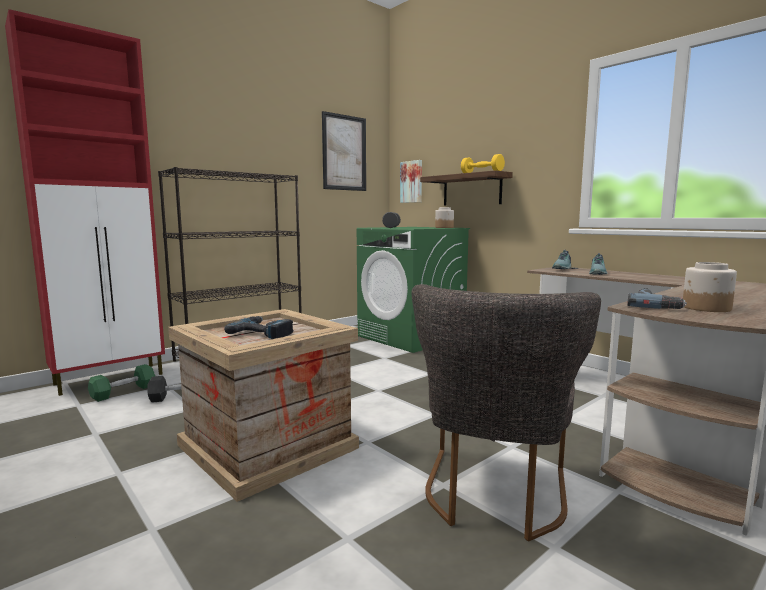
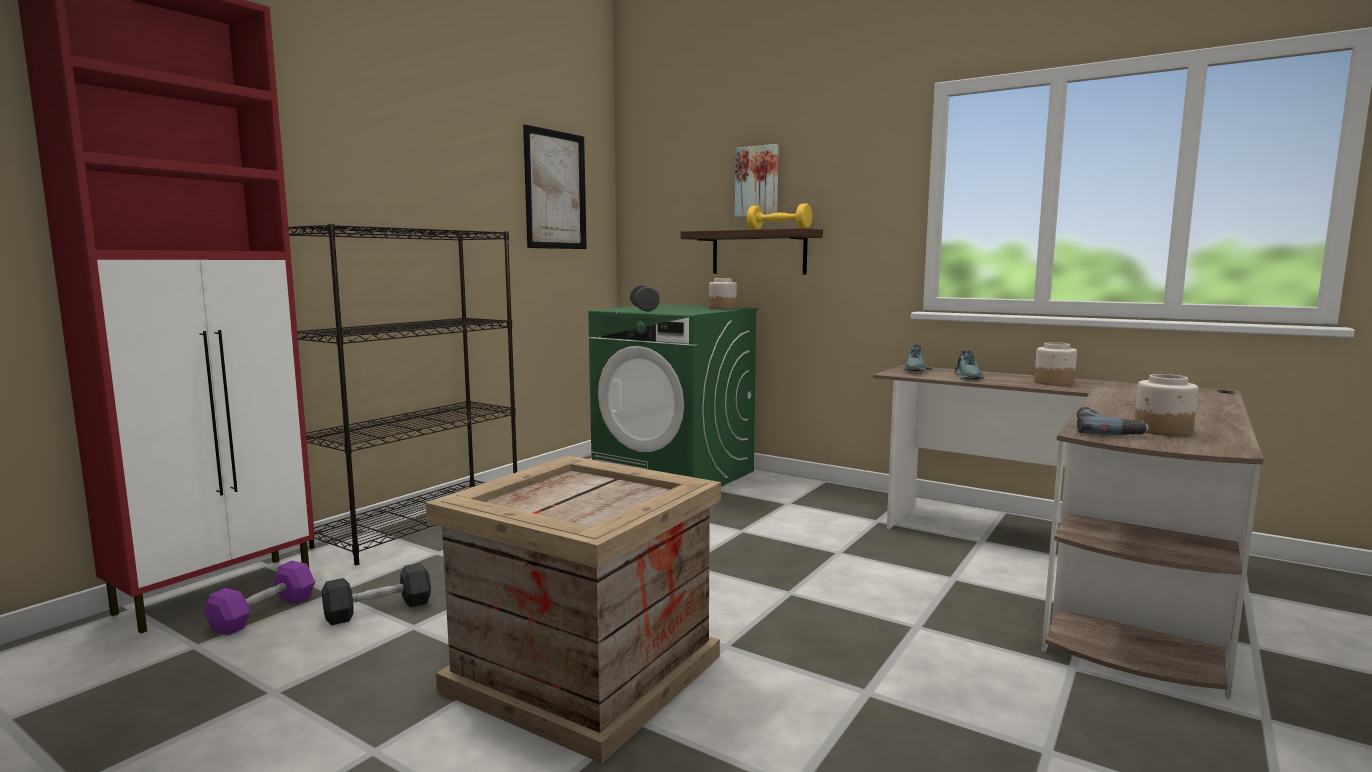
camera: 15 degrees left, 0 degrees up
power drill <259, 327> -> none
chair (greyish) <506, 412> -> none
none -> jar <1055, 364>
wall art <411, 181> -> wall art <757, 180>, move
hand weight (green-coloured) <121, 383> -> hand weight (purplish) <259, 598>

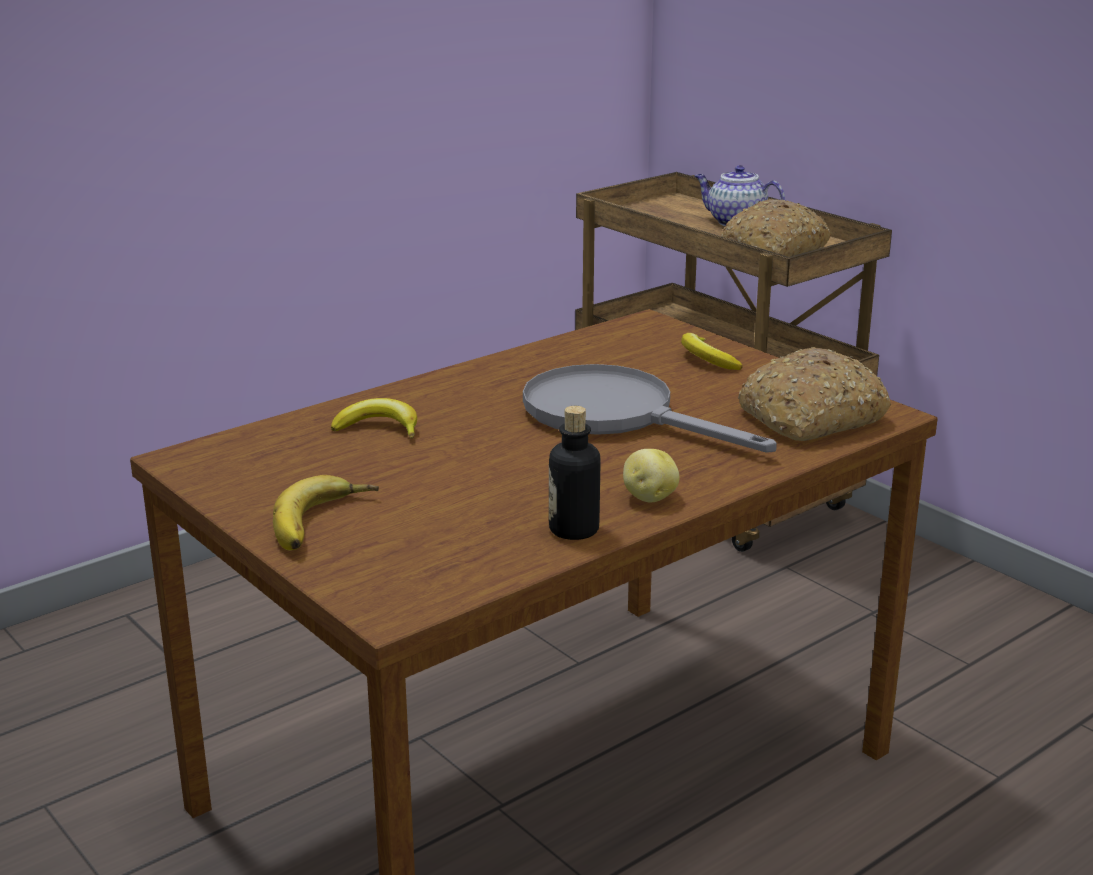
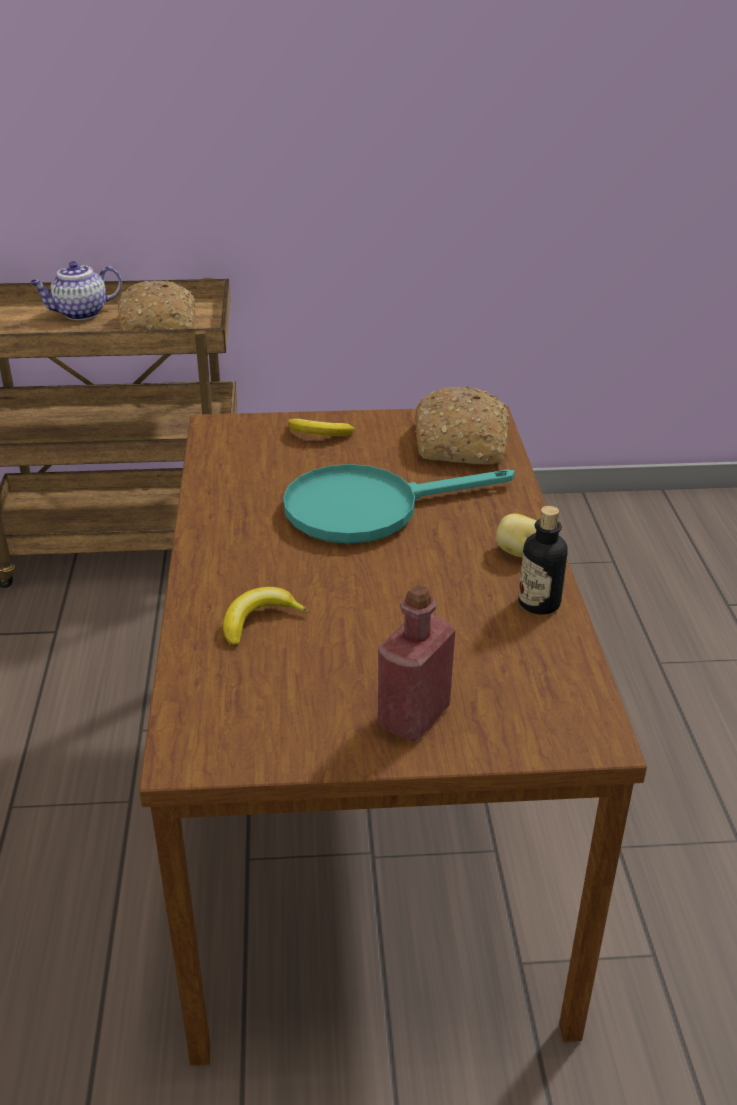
camera: 55 degrees left, 10 degrees up
banana fruit <326, 513> -> bottle (red-coloured) <416, 663>
frying pan (greyish) <650, 408> -> frying pan (turquoise) <399, 504>

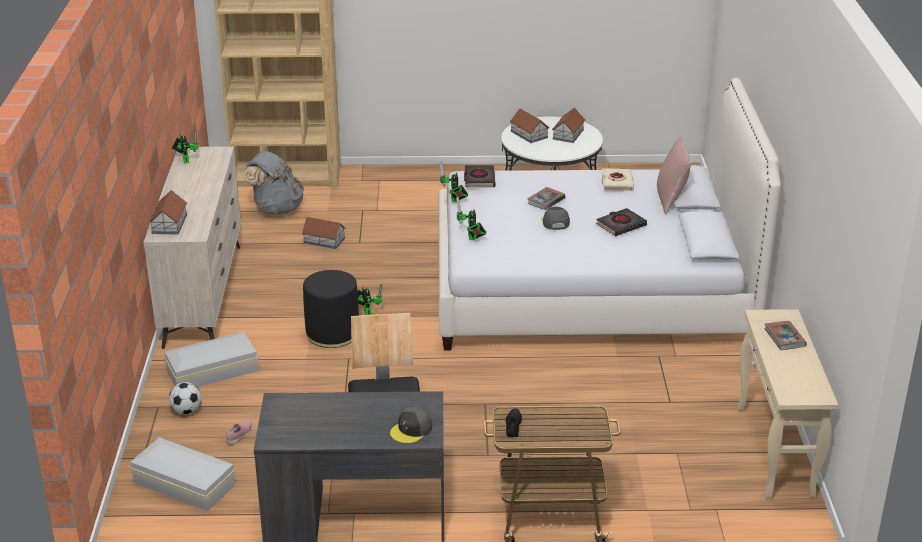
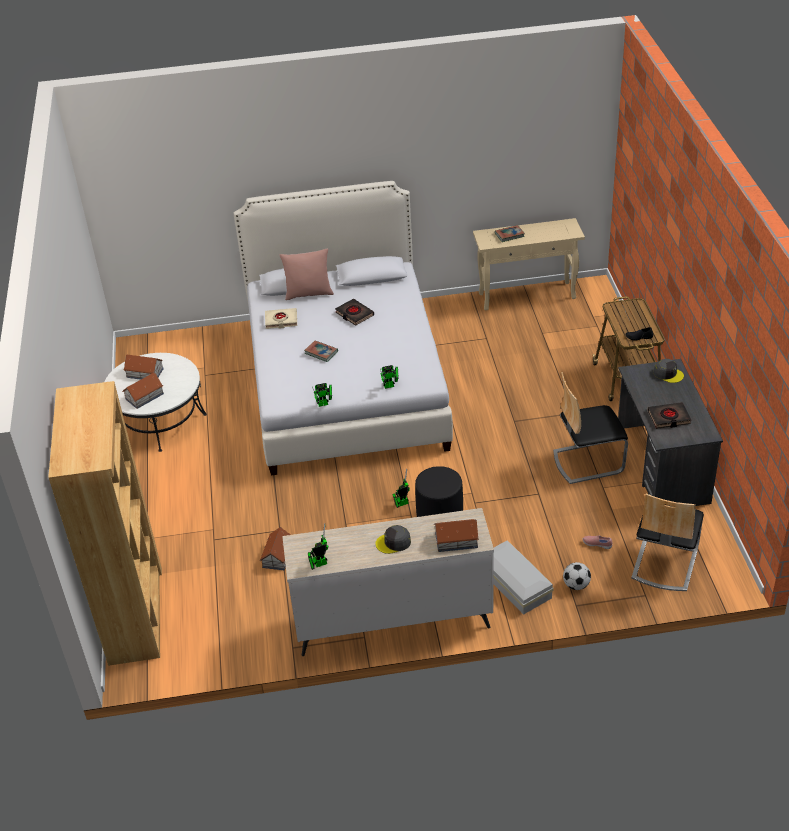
camera: 95 degrees left, 10 degrees up
backpack (greyish) <273, 182> -> none
book (blackish) <480, 176> -> book (blackish) <669, 415>, move
baseball cap (greyish) <556, 218> -> baseball cap (greyish) <393, 539>, move
storage container (white-coloured) <182, 474> -> chair <667, 542>

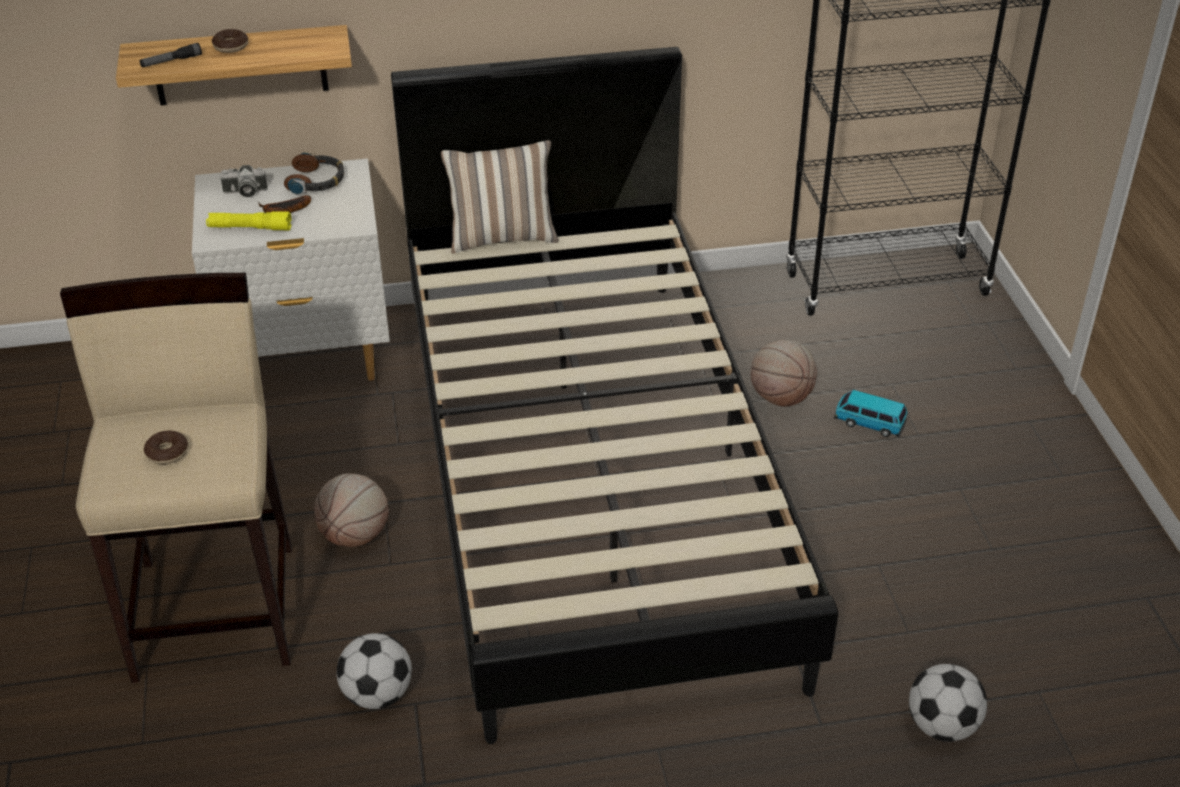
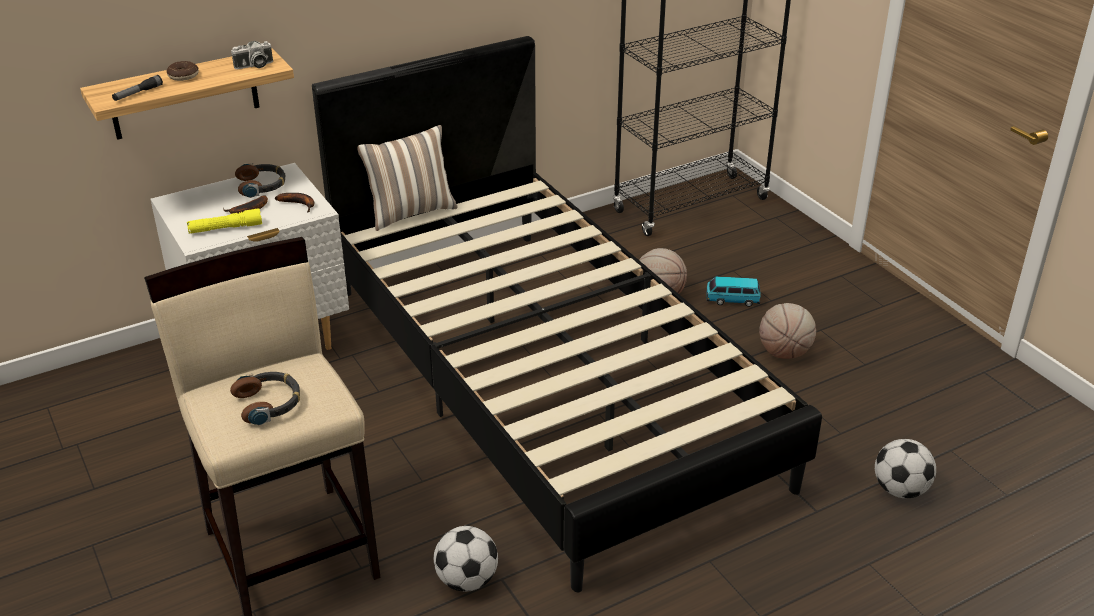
camera: 20 degrees left, 5 degrees down
none -> banana fruit <294, 203>
photo camera <243, 181> -> photo camera <252, 55>, move
basketball <351, 510> -> basketball <787, 331>, move
donut <166, 447> -> headphones <265, 399>

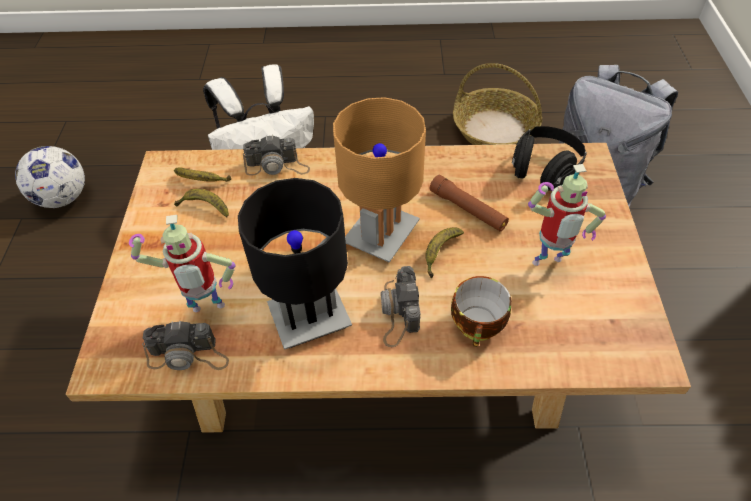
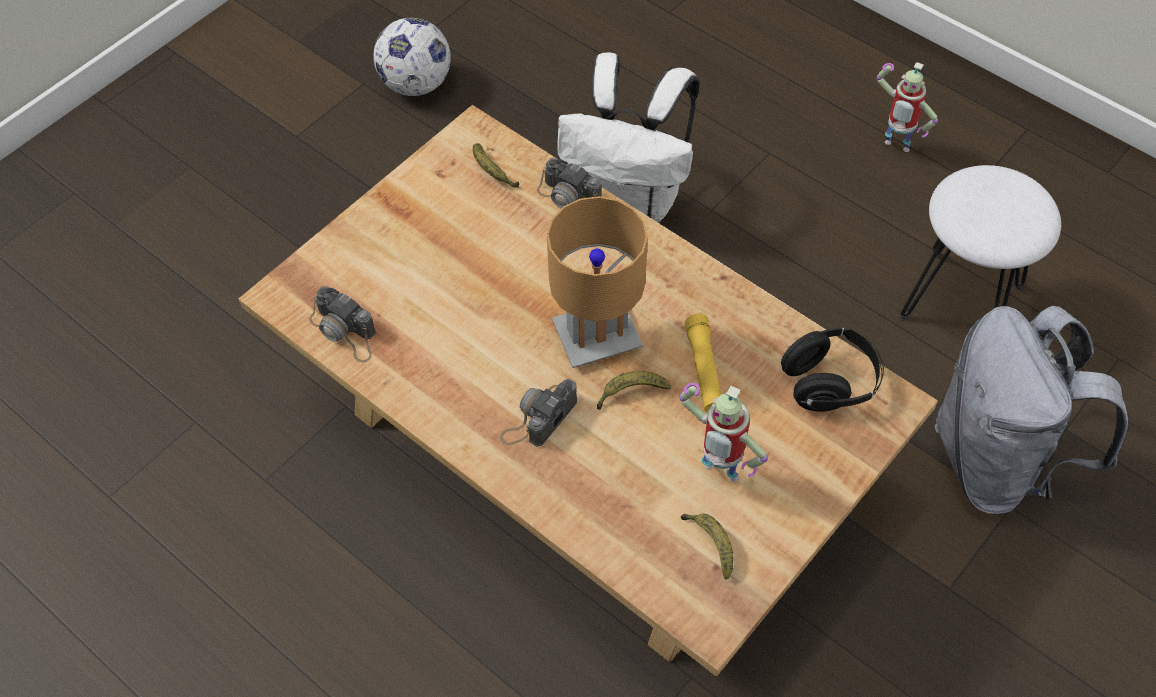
camera: 40 degrees right, 5 degrees up
lamp for a table (blackish) <295, 264> -> none
cup <481, 311> -> none
toy robot <182, 263> -> toy robot <907, 107>, move
banana fruit <201, 203> -> banana fruit <707, 546>, move
basket <497, 104> -> stool (white-coloured) <980, 243>
hand torch (brownish) <469, 203> -> hand torch (yellow-coloured) <703, 363>

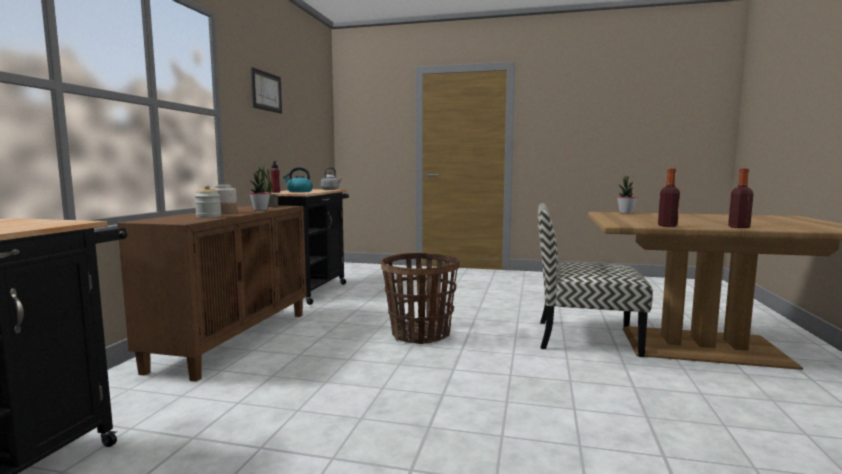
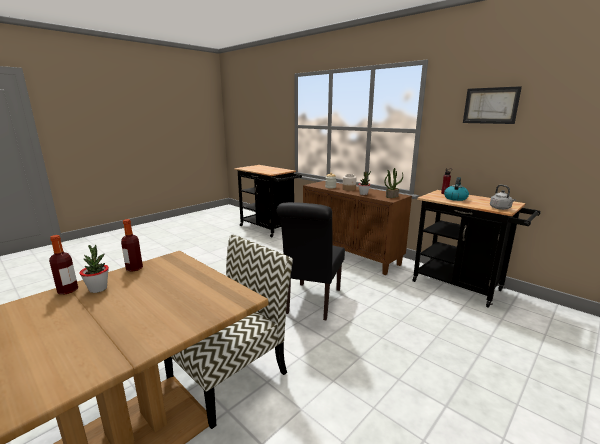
camera: 120 degrees right, 10 degrees up
houseplant <627, 195> -> houseplant <94, 269>, move
basket <420, 298> -> chair (blackish) <311, 261>

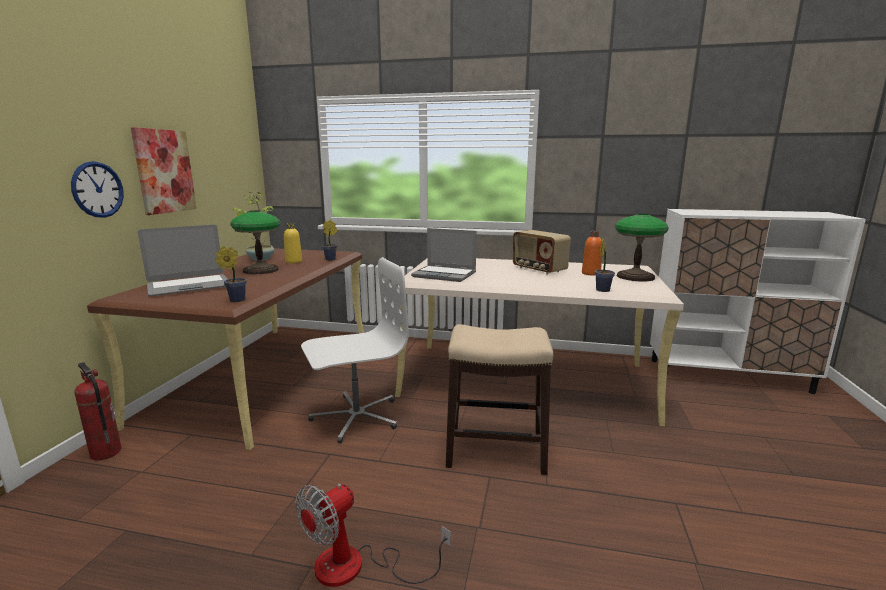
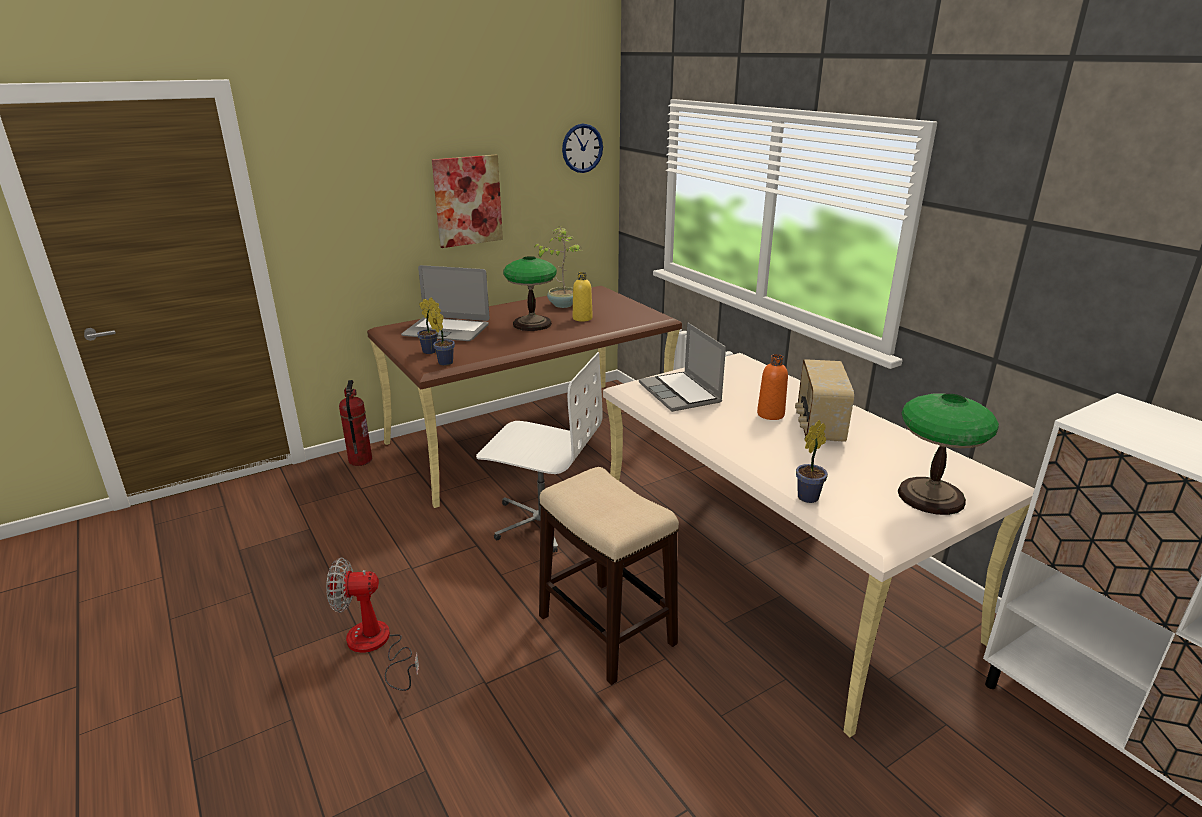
camera: 45 degrees right, 10 degrees up
wall clock <97, 189> -> wall clock <582, 148>, move
houseplant <329, 240> -> houseplant <429, 325>, move
bottle (orangey) <592, 253> -> bottle (orangey) <772, 387>, move

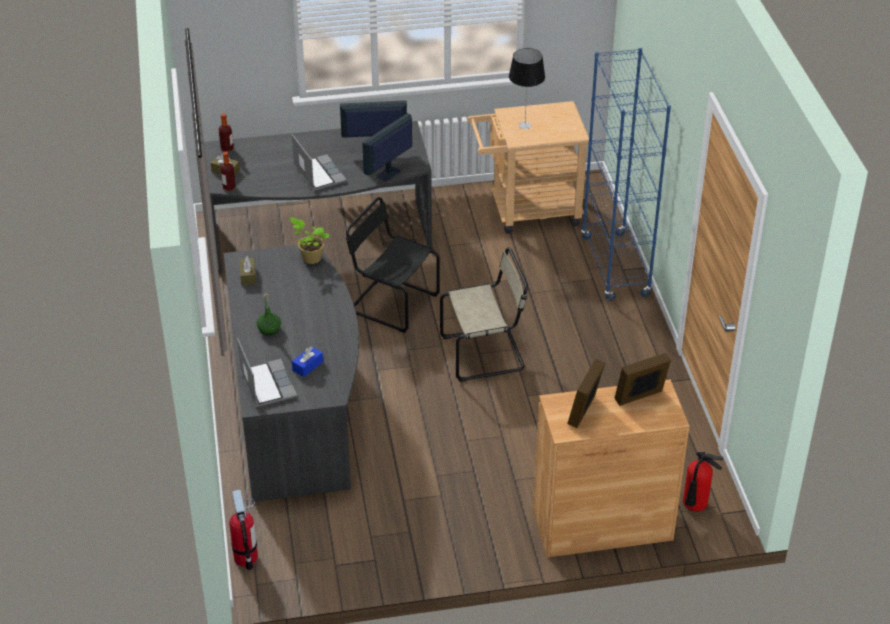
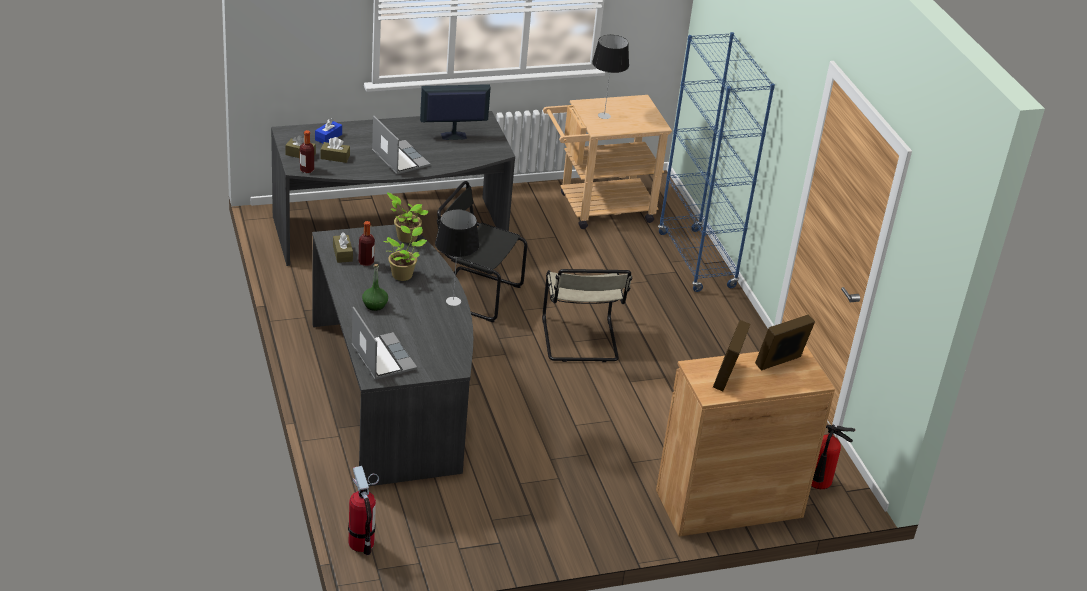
camera: 10 degrees left, 5 degrees down
monitor <387, 147> -> none
none -> box of tissues (brownish) <335, 150>
none -> houseplant <405, 253>
none -> lamp for a table <457, 258>
bottle <226, 133> -> bottle <367, 243>, move
box of tissues (blue-coloured) <307, 361> -> box of tissues (blue-coloured) <328, 131>, move
chair (sand-coloured) <484, 315> -> chair (sand-coloured) <587, 315>, 105 degrees clockwise

